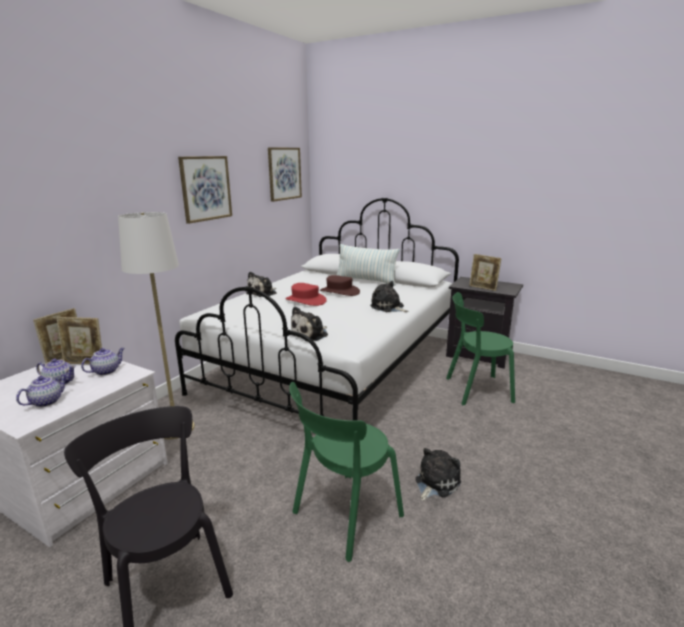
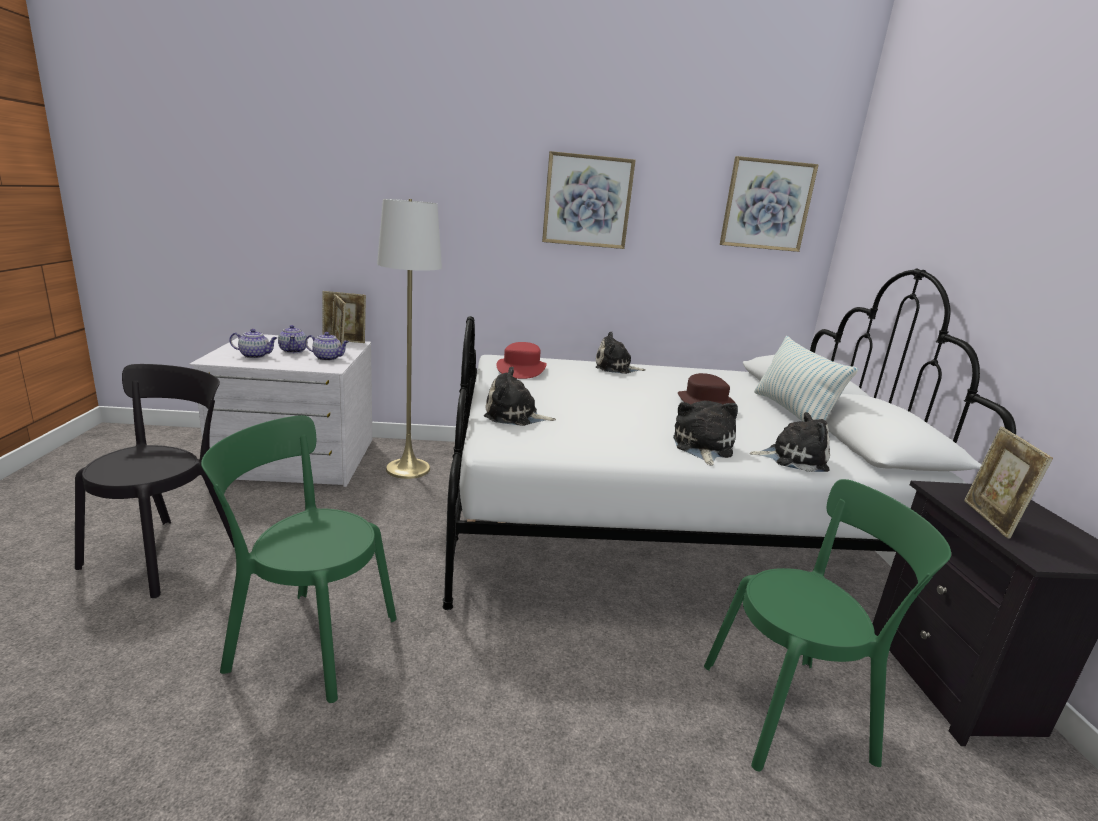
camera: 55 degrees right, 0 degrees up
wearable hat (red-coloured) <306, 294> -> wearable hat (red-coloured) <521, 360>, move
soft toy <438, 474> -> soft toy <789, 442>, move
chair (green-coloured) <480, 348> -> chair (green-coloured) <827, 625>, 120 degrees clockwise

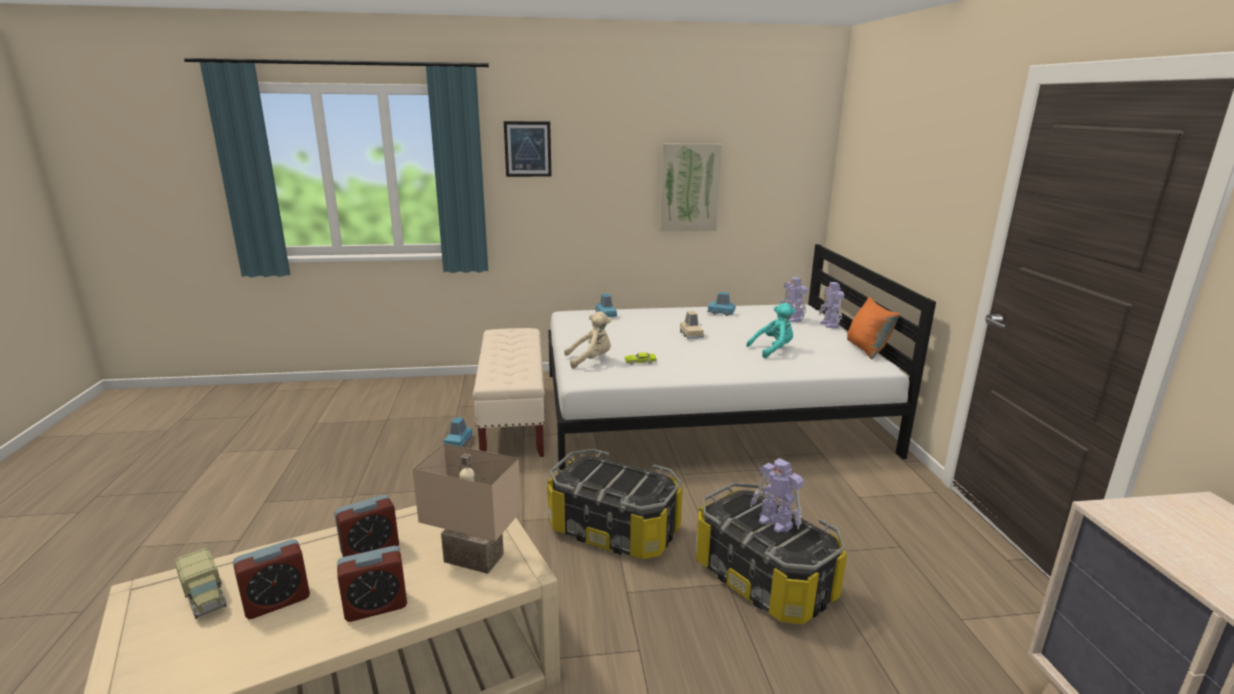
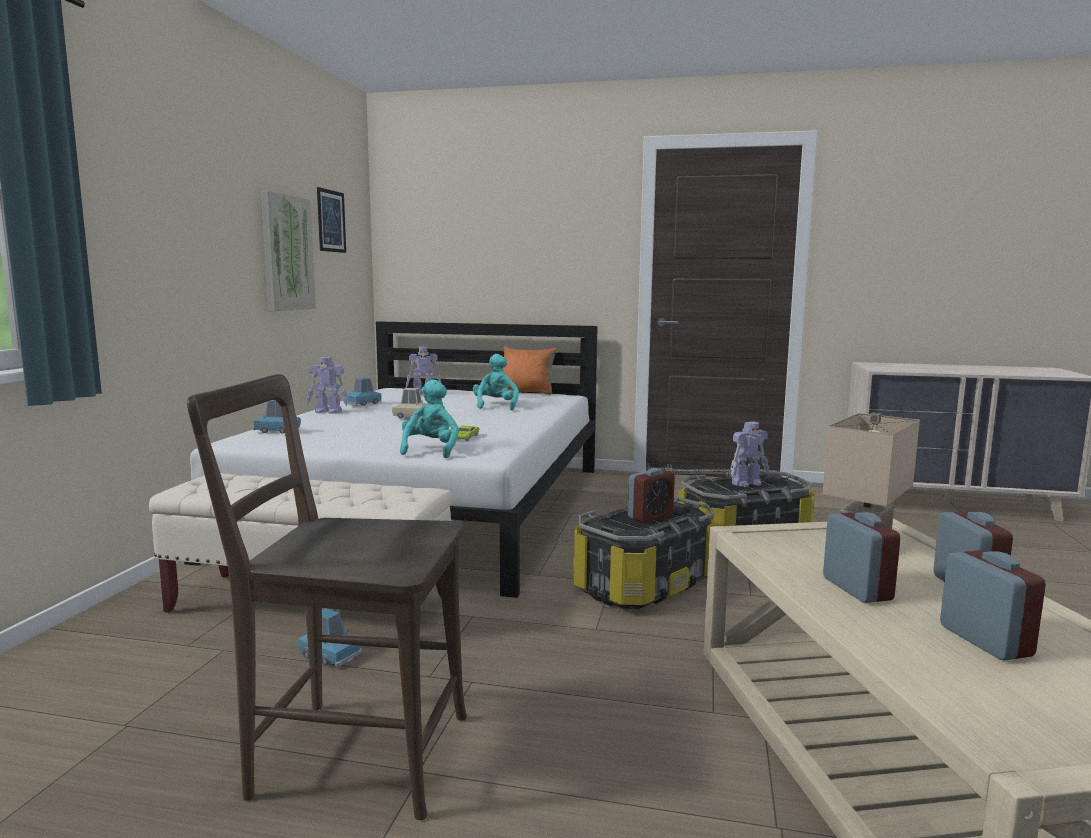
camera: 70 degrees left, 10 degrees down
model truck <201, 583> -> none
none -> chair (brownish) <327, 597>
none -> alarm clock <651, 495>
wall art <528, 149> -> wall art <331, 220>, move
toy robot <831, 305> -> toy robot <327, 385>, move
soft toy (sand-coloured) <587, 339> -> soft toy (turquoise) <429, 418>

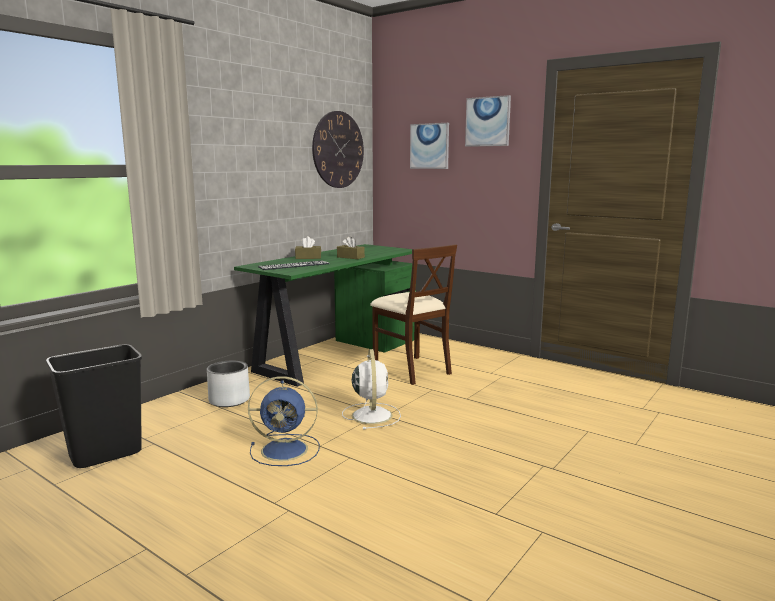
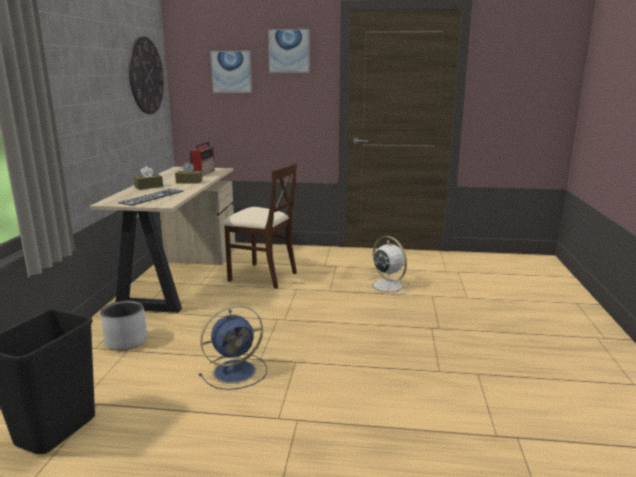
camera: 30 degrees left, 5 degrees up
none -> radio <202, 159>
electric fan (white-coloured) <371, 389> -> electric fan (white-coloured) <387, 266>, move
desk table (green-coloured) <325, 315> -> desk table (sand-coloured) <163, 240>

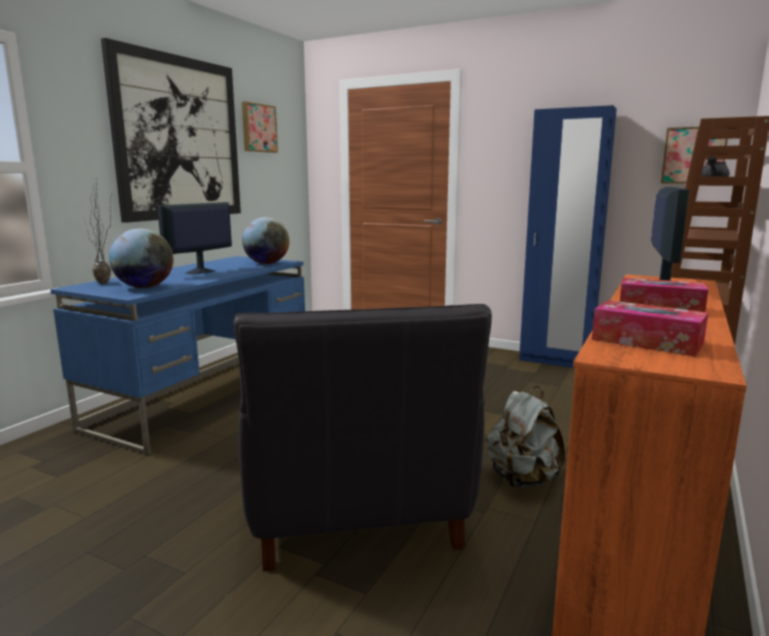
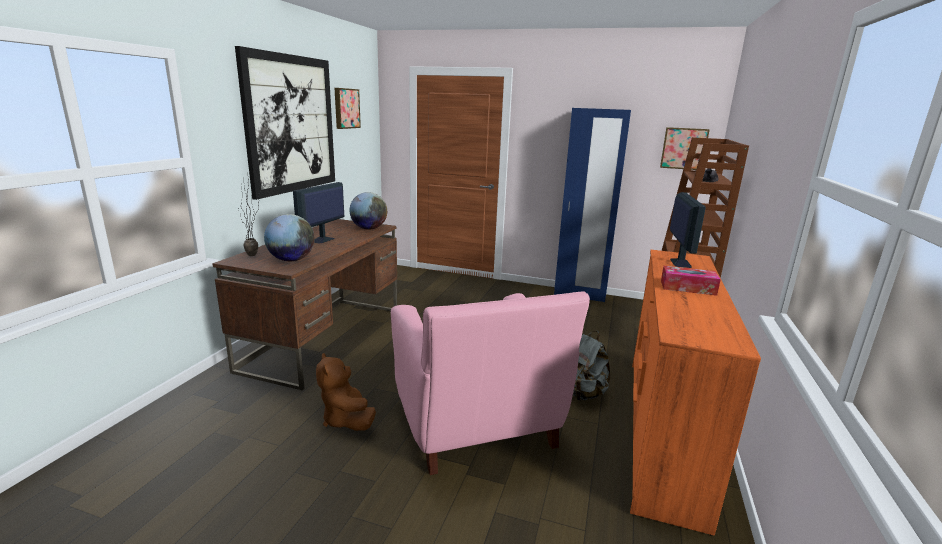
camera: 10 degrees left, 5 degrees up
box of tissues <650, 328> -> none
none -> soft toy (brownish) <346, 392>
desk table (blue-coloured) <177, 355> -> desk table (brownish) <304, 304>
lounge chair (blackish) <362, 438> -> lounge chair (pink) <490, 383>

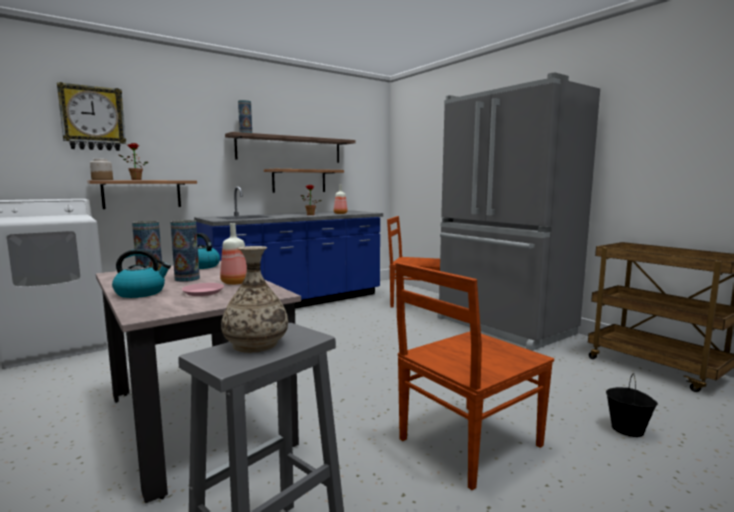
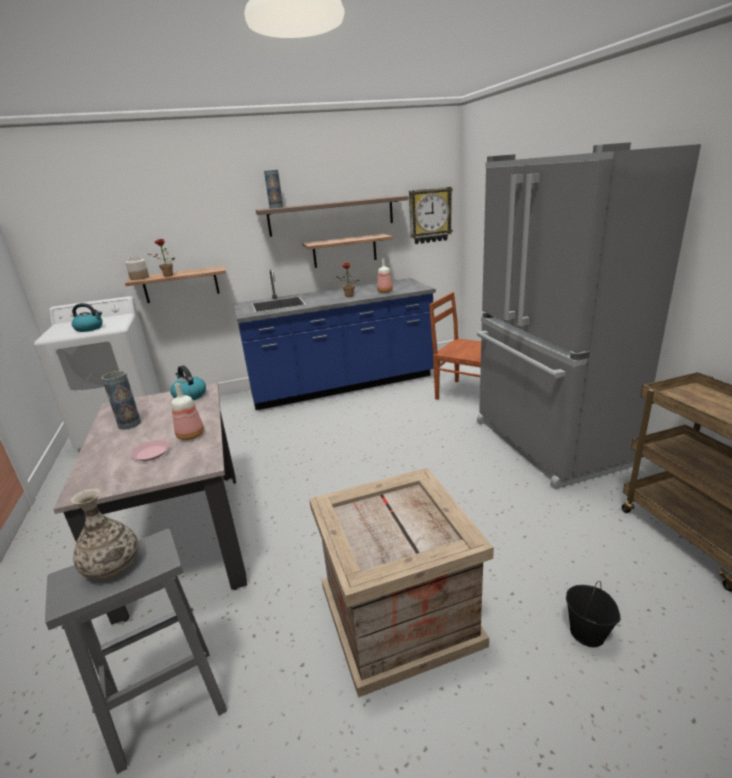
camera: 20 degrees right, 15 degrees up
vase <185, 251> -> none
wall clock <91, 116> -> wall clock <431, 215>, move
water kettle <141, 273> -> water kettle <87, 317>, move
chair (brownish) <474, 376> -> packing crate <401, 583>

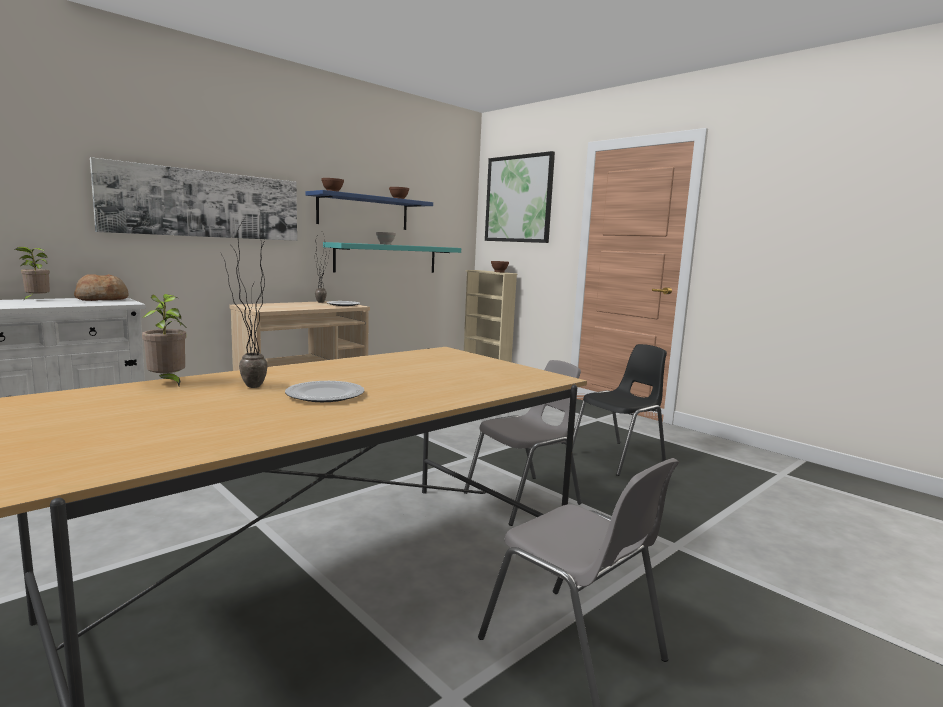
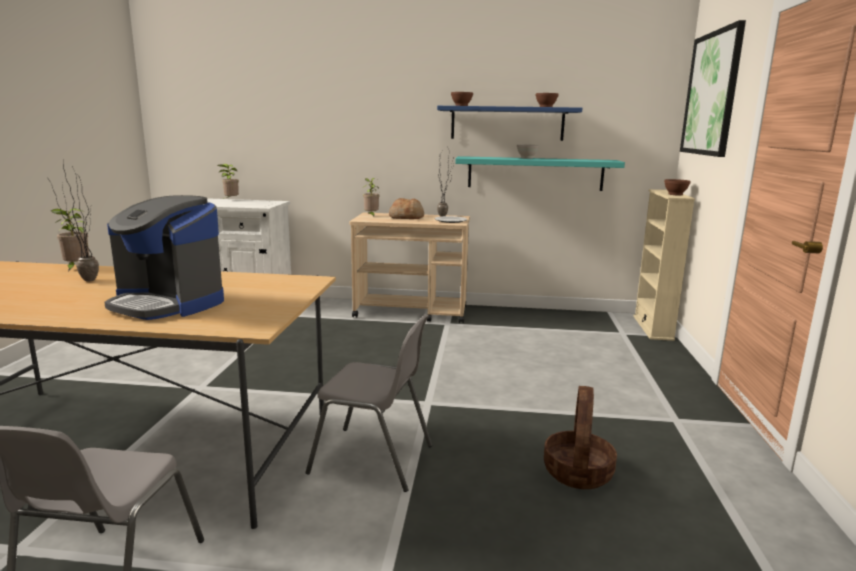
camera: 50 degrees right, 5 degrees up
wall art <193, 199> -> none
flat dish <325, 391> -> none
none -> coffee machine <164, 257>
none -> houseplant <371, 197>
bread <101, 287> -> bread <406, 208>, move
chair (blackish) <619, 410> -> basket <580, 437>

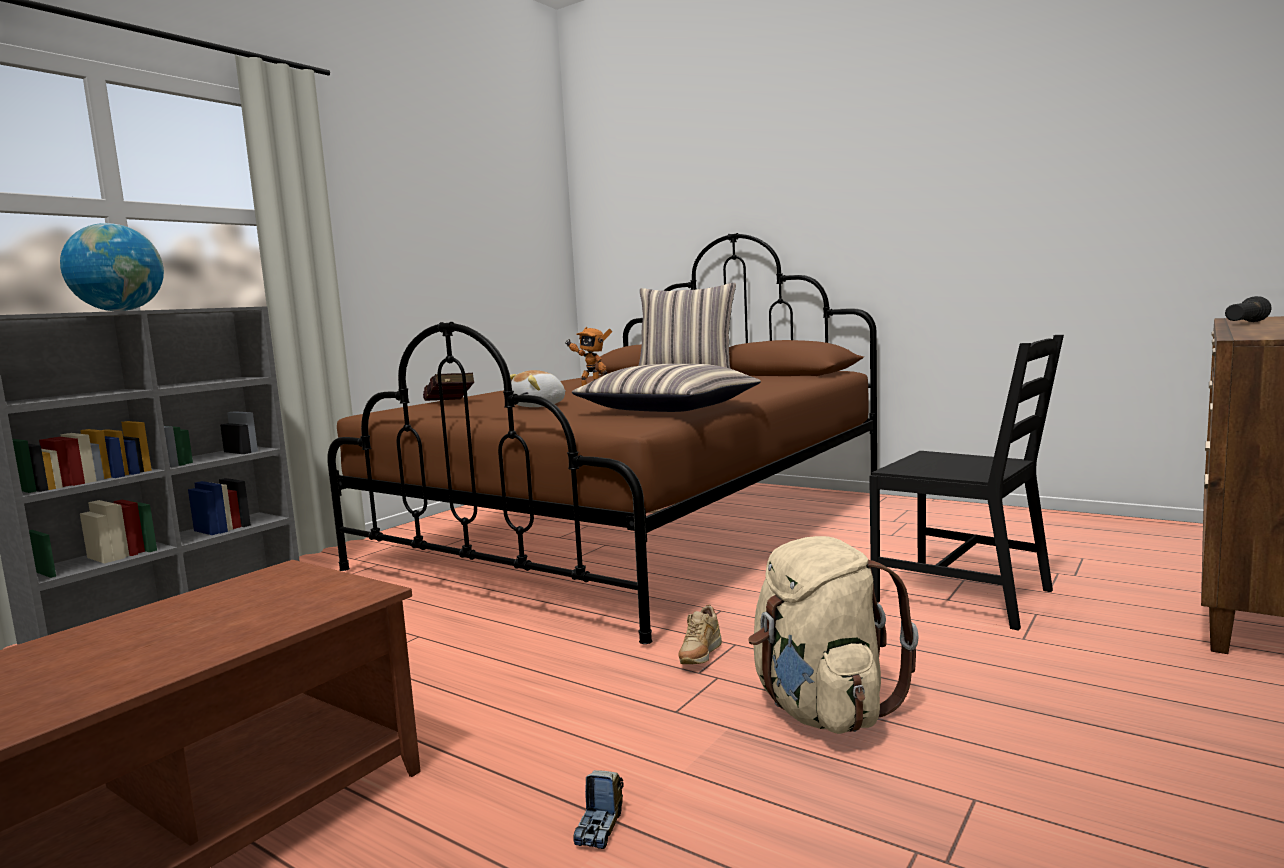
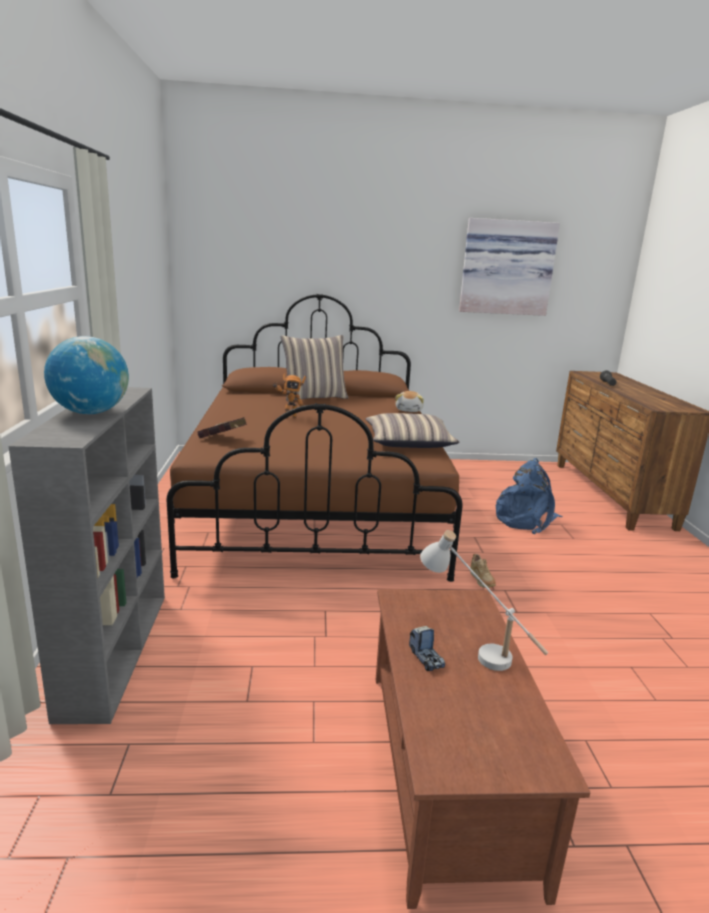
camera: 40 degrees left, 10 degrees up
backpack (sand-coloured) <833, 635> -> none
none -> lamp for a table (white-coloured) <484, 600>
none -> wall art <509, 267>
soft toy <538, 388> -> soft toy <409, 401>, move
model truck <598, 809> -> model truck <427, 648>, move
chair (blackish) <966, 483> -> backpack (blue-coloured) <529, 496>

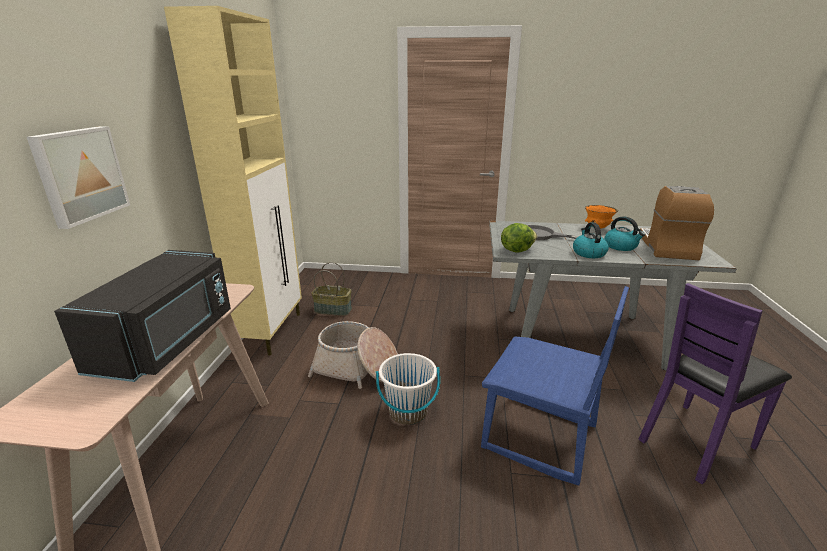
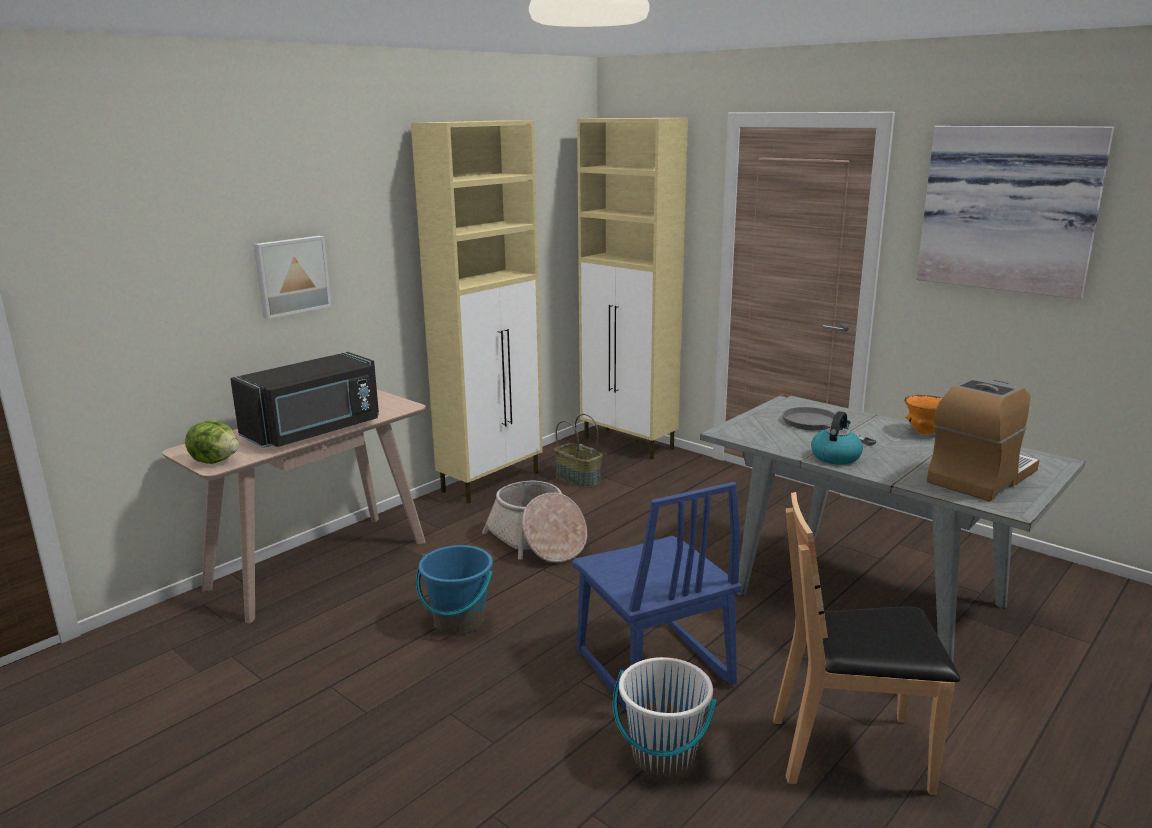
camera: 35 degrees right, 5 degrees down
water kettle <624, 233> -> none
none -> water bucket (blue-coloured) <454, 590>
none -> cupboard (sand-coloured) <632, 289>
none -> wall art <1015, 212>
water bucket (white-coloured) <408, 389> -> water bucket (white-coloured) <665, 717>, move
lettuce head <519, 238> -> lettuce head <212, 442>, move
chair (purplish) <715, 383> -> chair (brownish) <866, 643>

